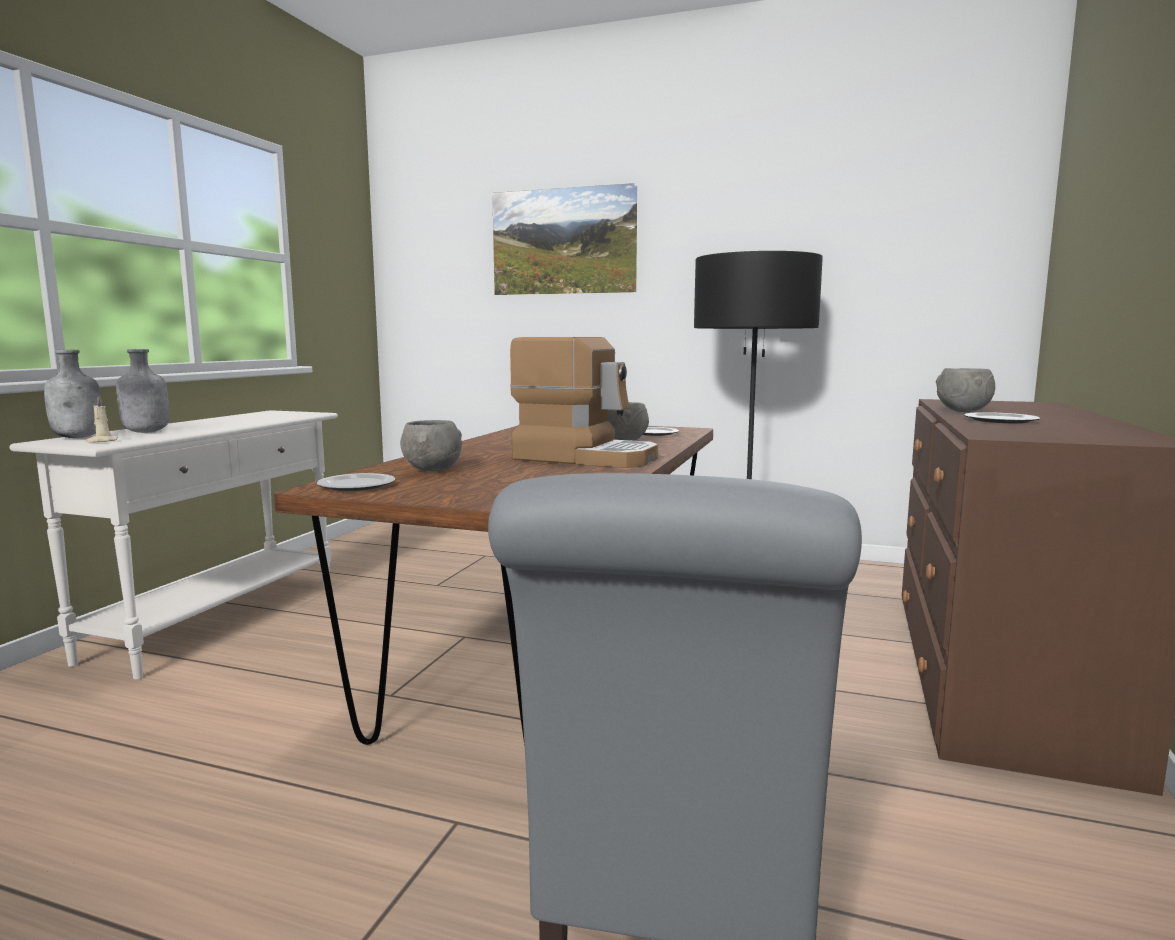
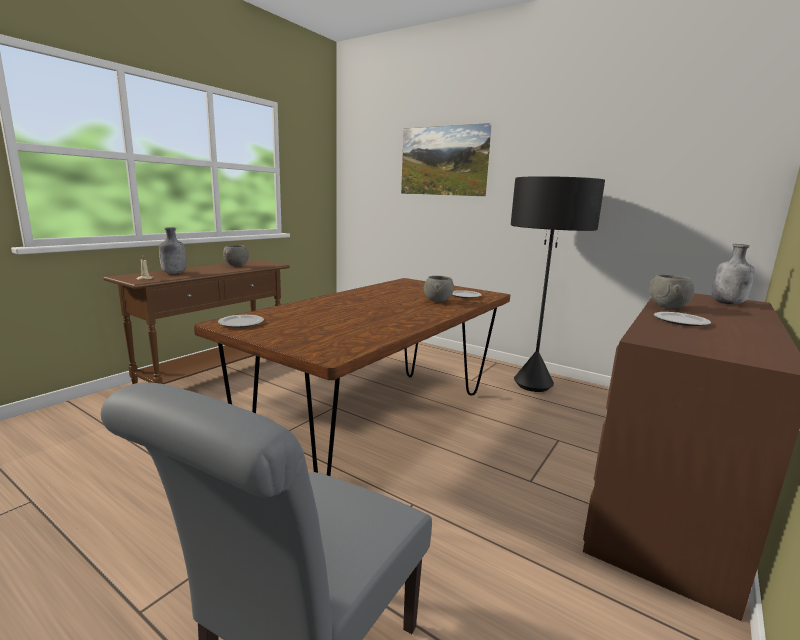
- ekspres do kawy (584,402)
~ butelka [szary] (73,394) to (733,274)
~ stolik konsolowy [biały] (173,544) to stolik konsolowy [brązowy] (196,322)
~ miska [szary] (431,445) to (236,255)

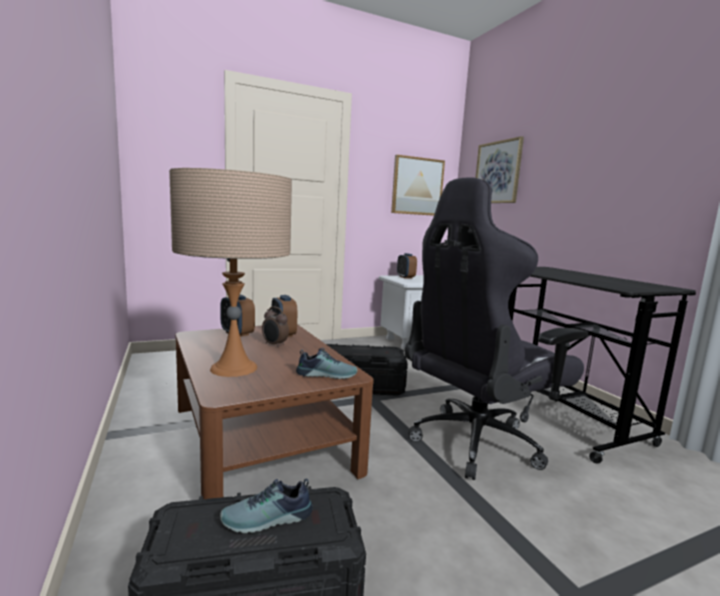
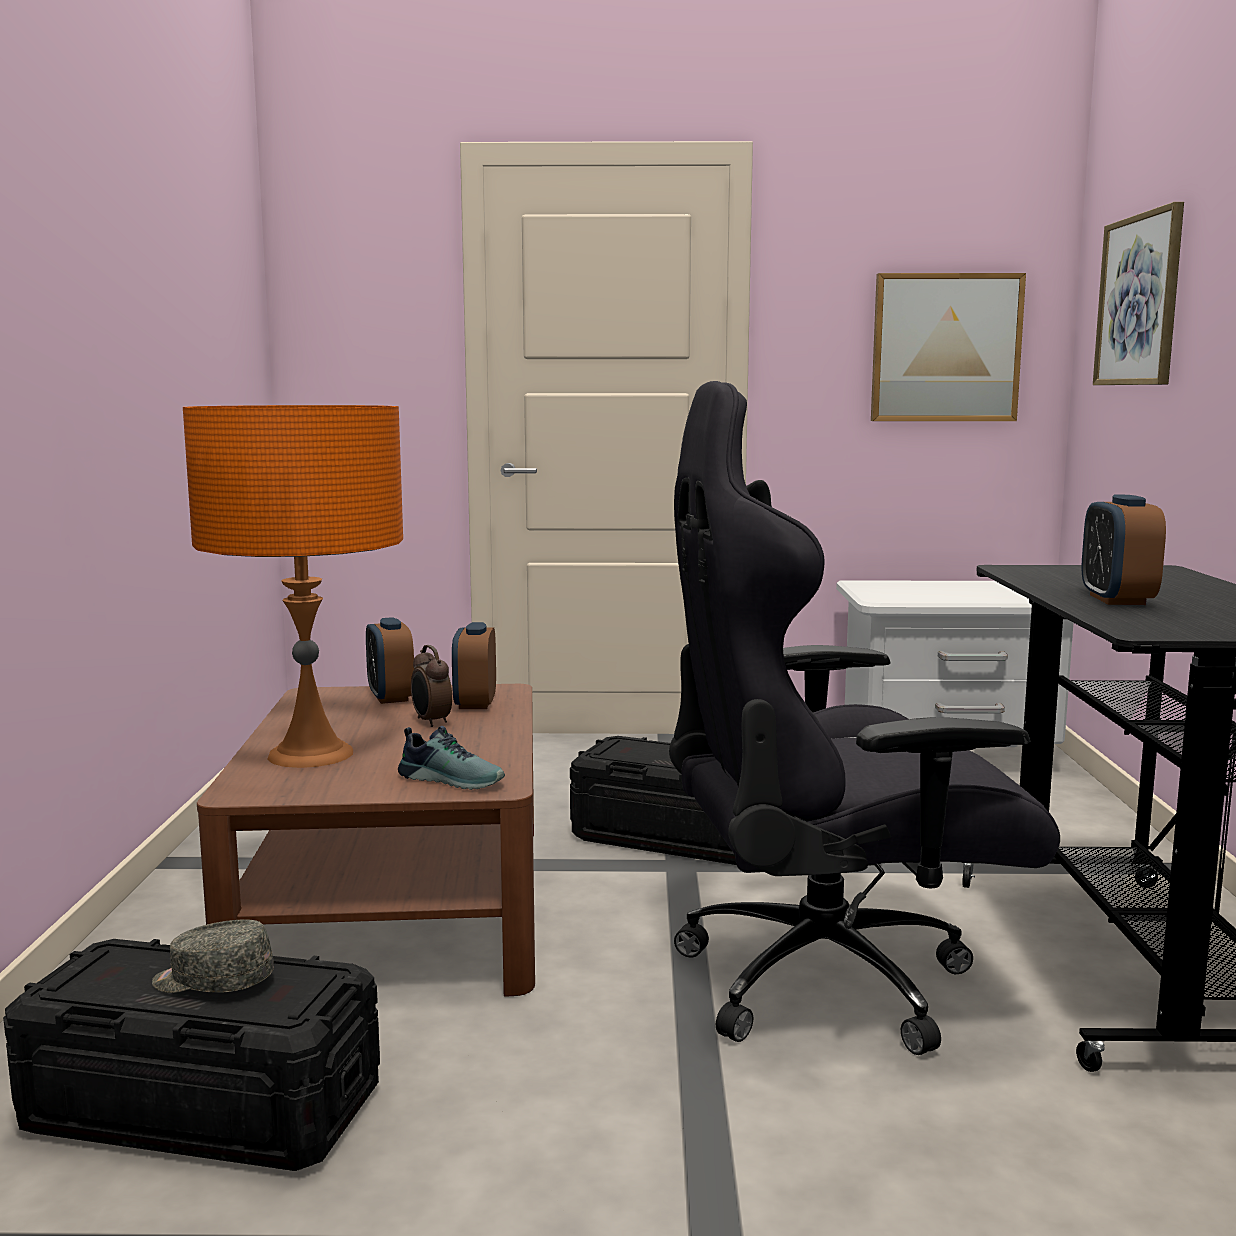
~ lampa stołowa [beżowy] (230,272) to lampa stołowa [pomarańczowy] (293,586)
~ budzik (407,265) to (1123,550)
~ but (266,505) to czapka z daszkiem [szary] (213,956)

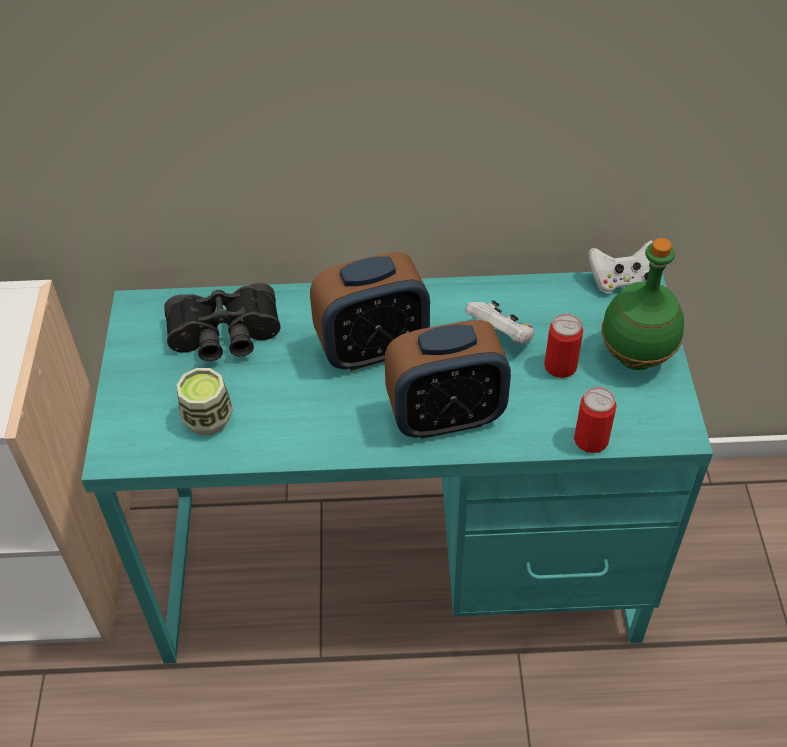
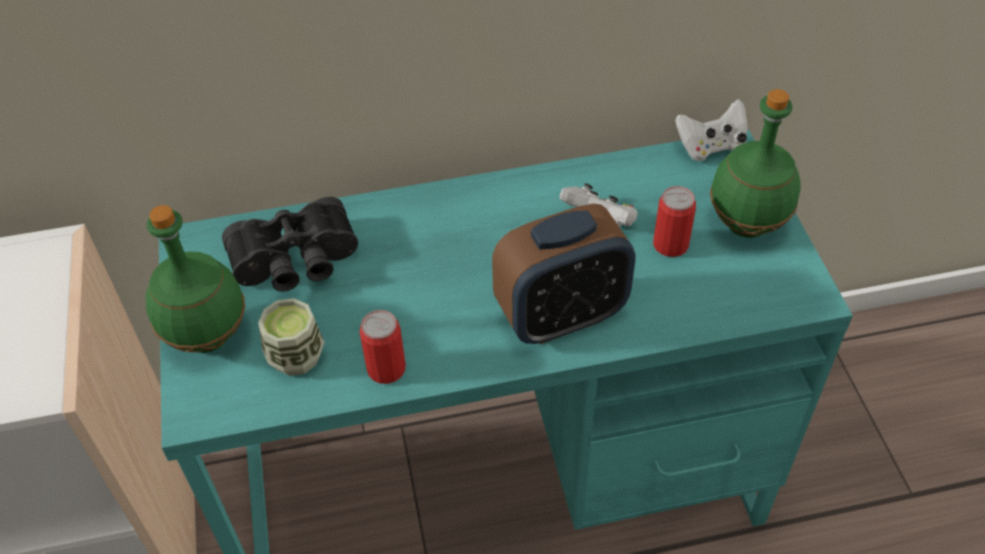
- budzik (370,311)
~ puszka (595,420) to (383,347)
+ butelka [zielony] (195,279)

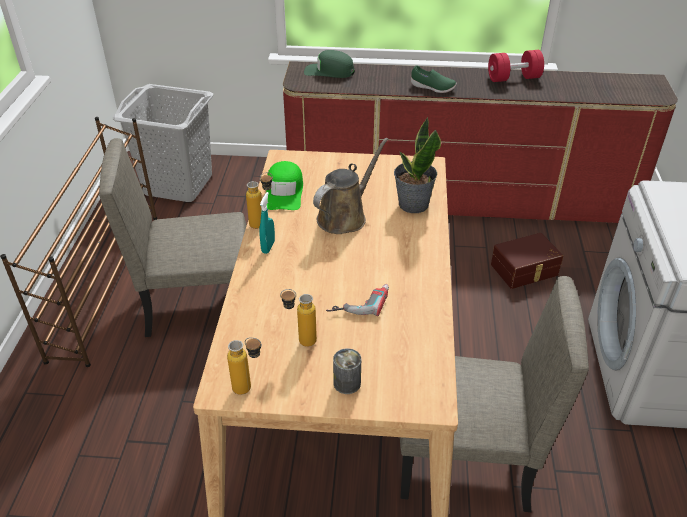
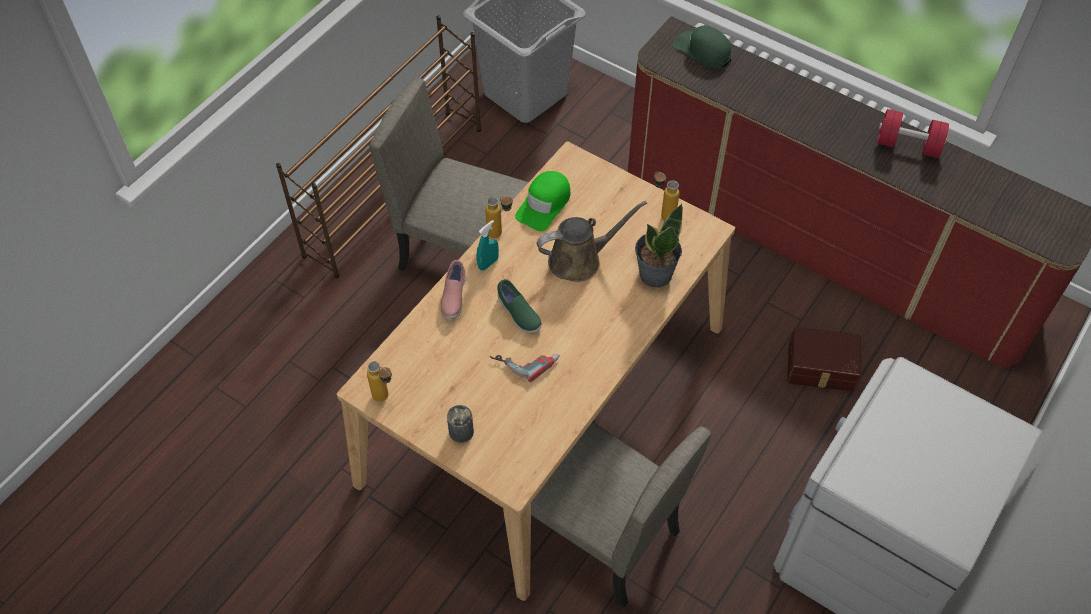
~ but [zielony] (434,79) to (520,306)
~ butelka (298,318) to (666,196)
+ but [różowy] (453,289)

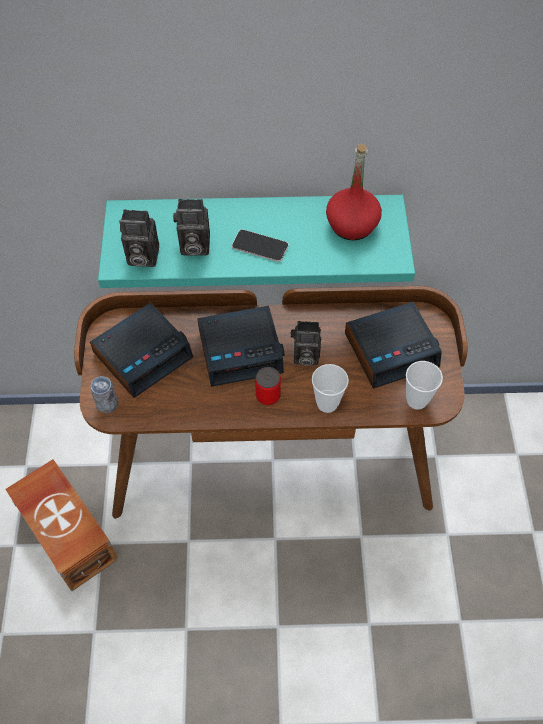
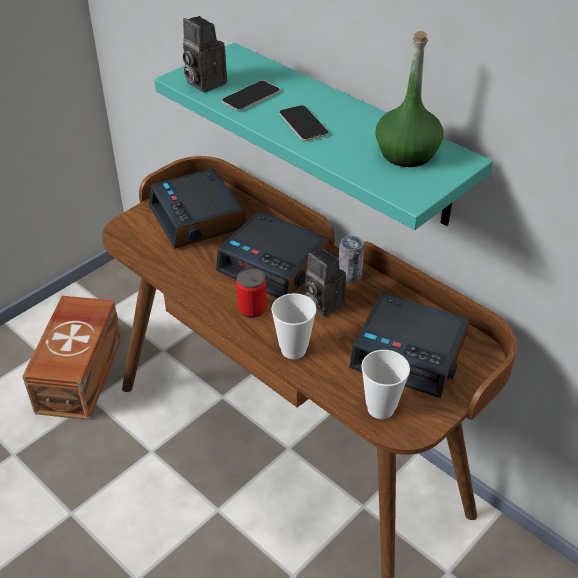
~ butelka [czerwony] (354,192) to butelka [zielony] (409,99)
~ aparat fotograficzny (191,227) to telefon (251,95)
~ budzik (141,350) = (197,209) 60 degrees clockwise
~ puszka (104,394) to (351,258)

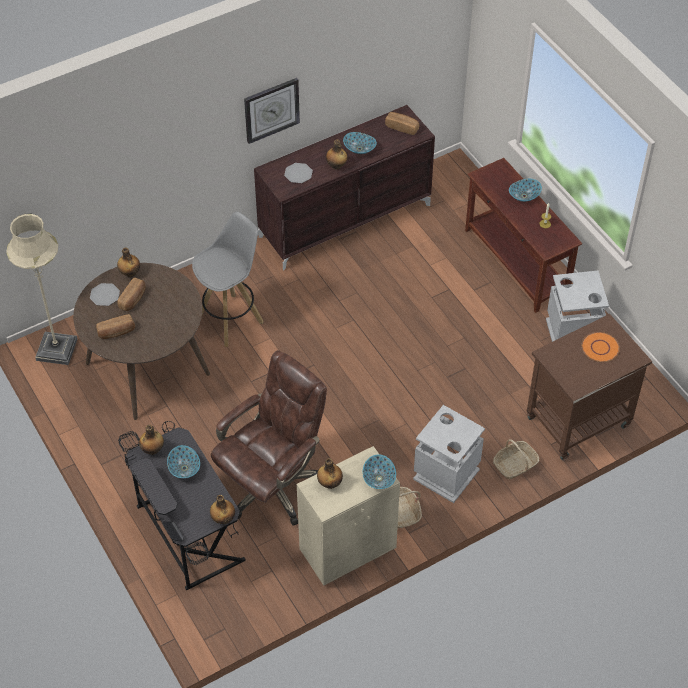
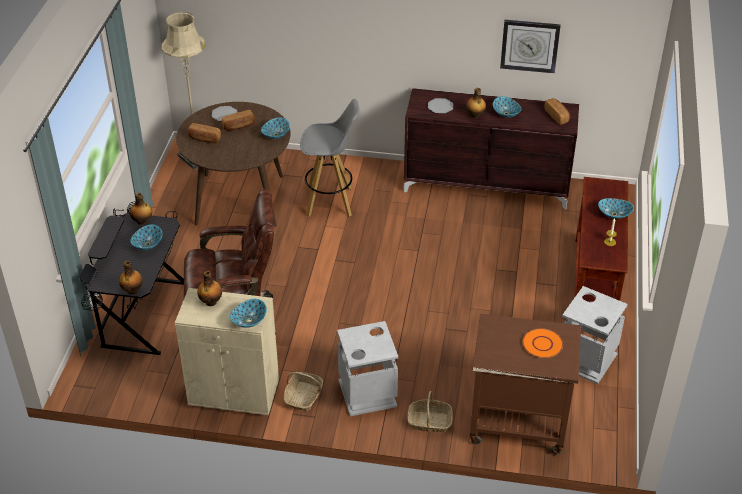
~ zegar ścienny (272,111) to (530,46)
- butelka (128,262)
+ miska (275,128)

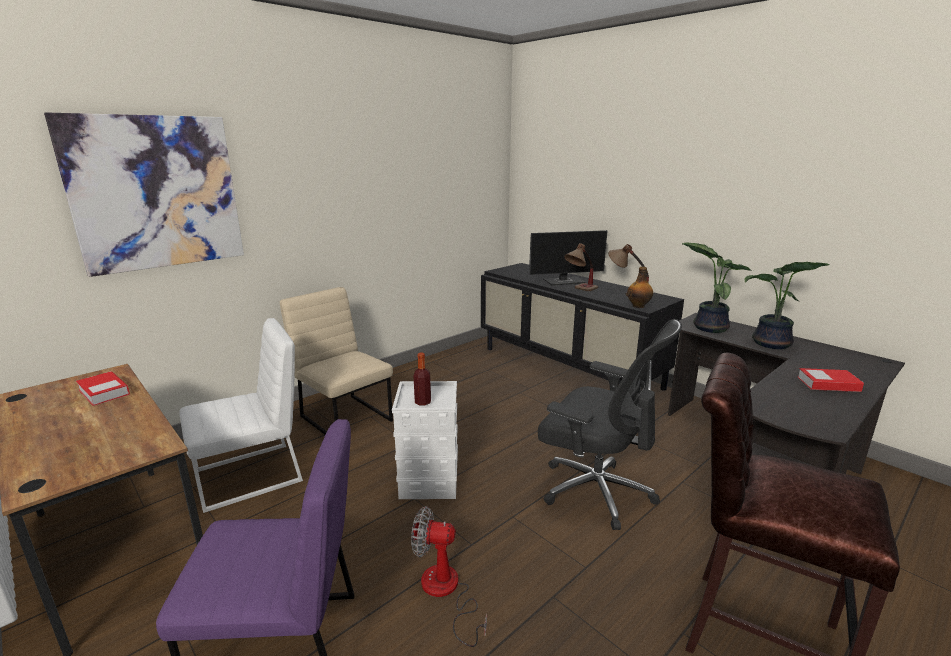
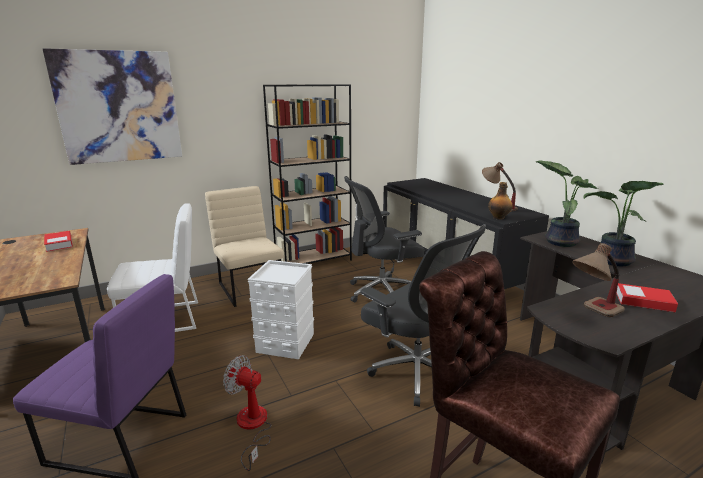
- monitor (568,257)
~ lampa stołowa (581,267) to (598,280)
- butelka (422,379)
+ regał [beżowy] (307,174)
+ krzesło biurowe (384,239)

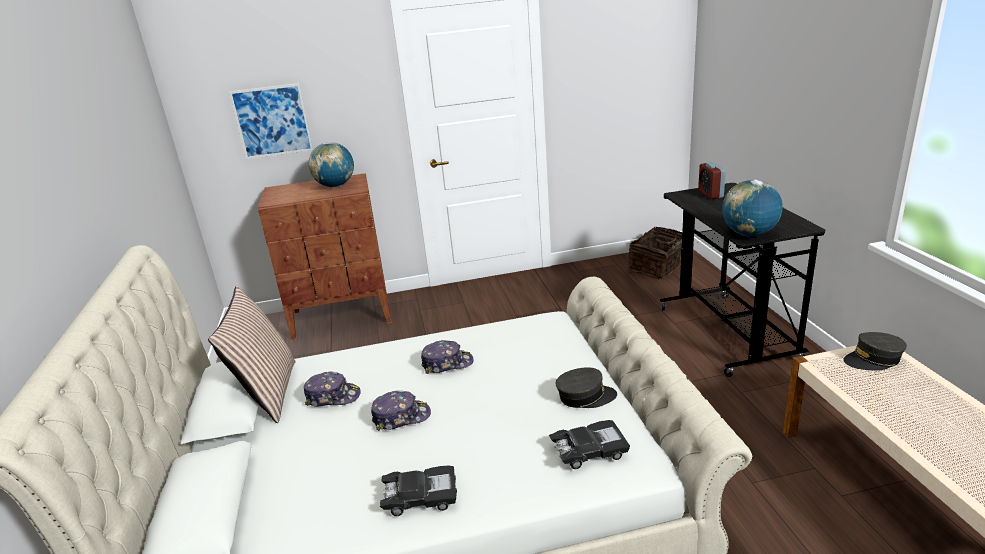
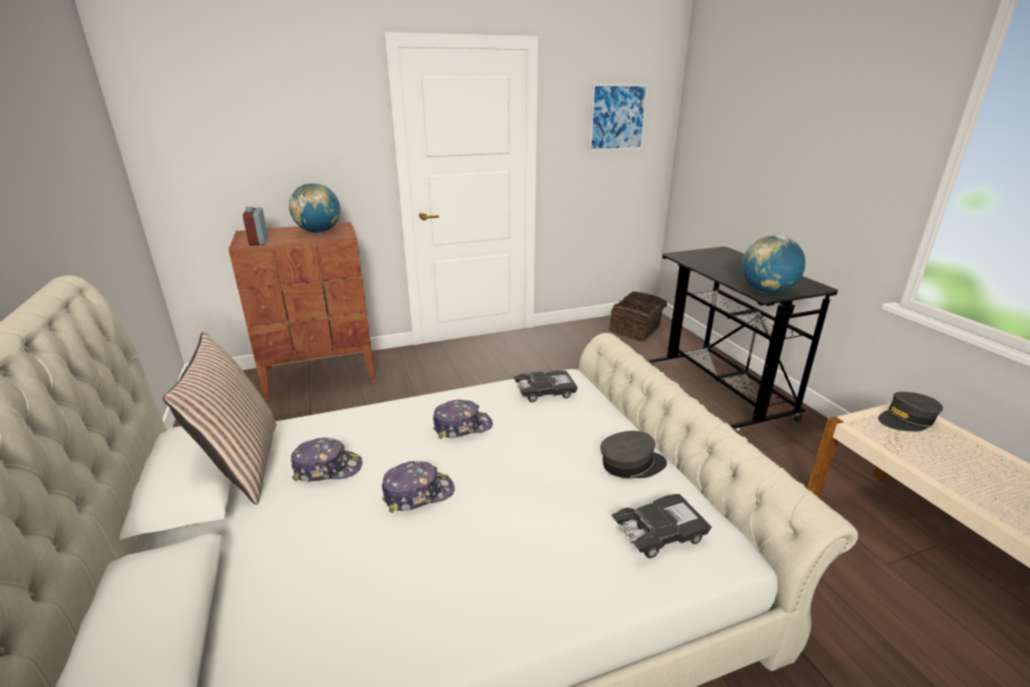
~ obraz (271,121) to (618,117)
~ budzik (712,180) to (255,226)
~ samochodzik [czarny] (418,491) to (545,386)

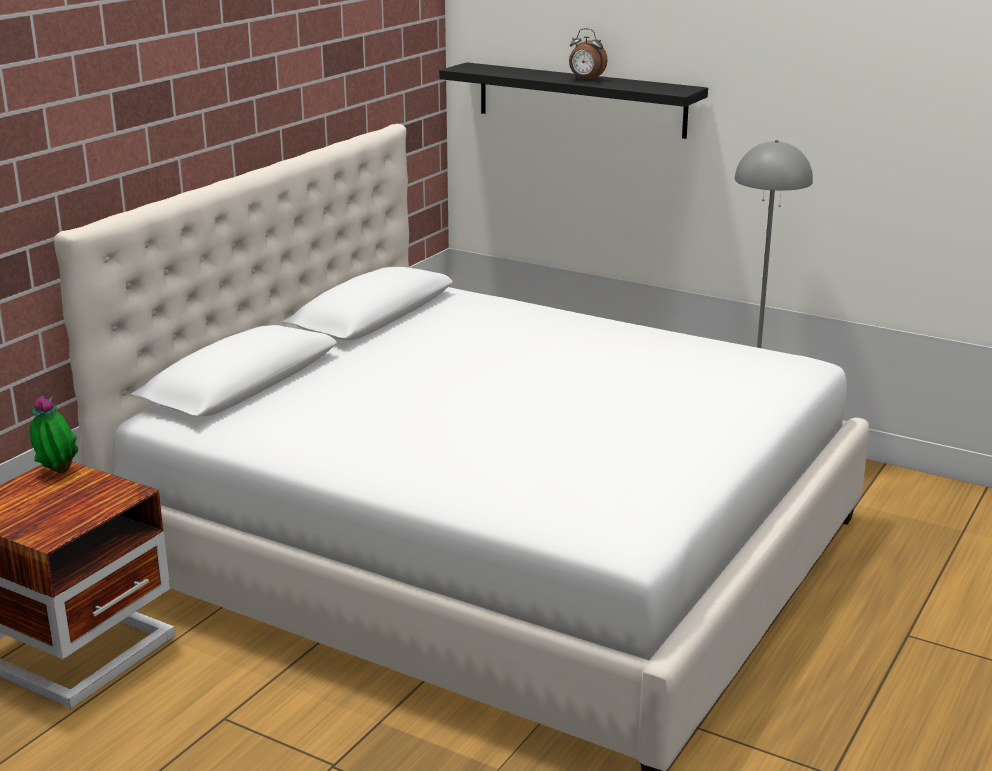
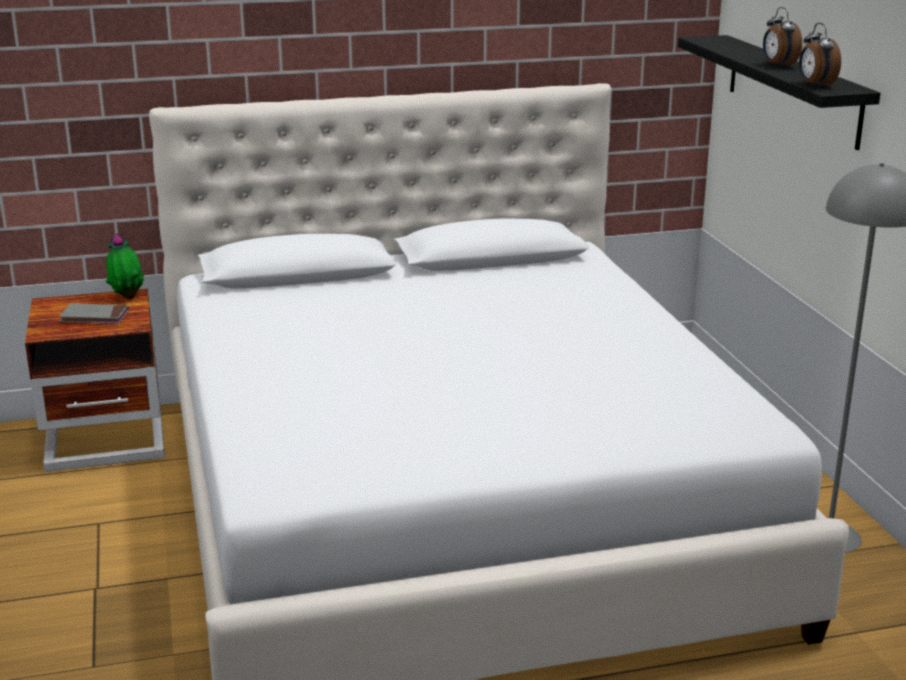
+ budzik (820,55)
+ książka [szary] (94,313)

